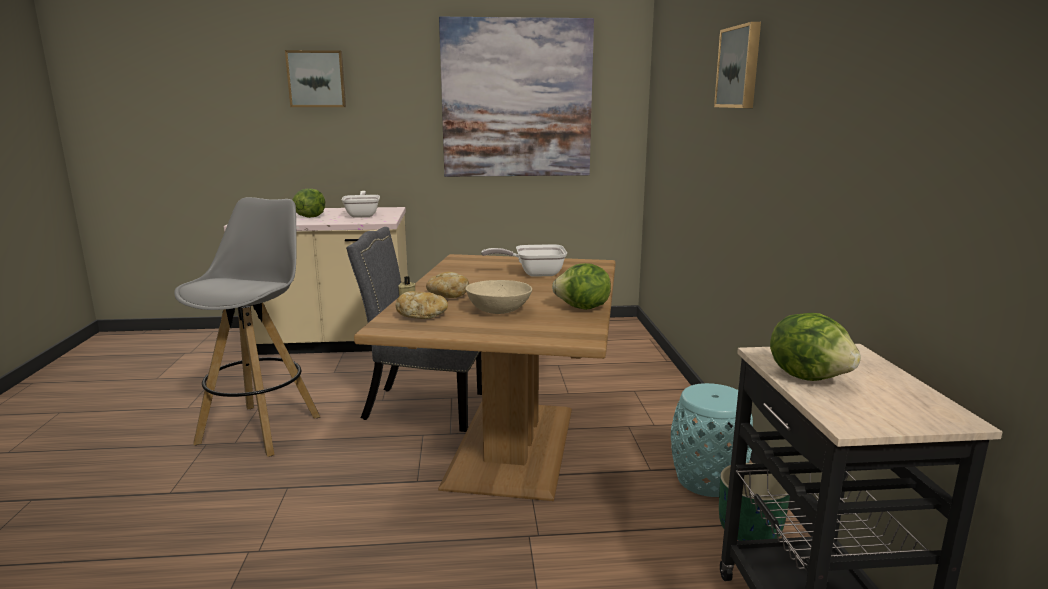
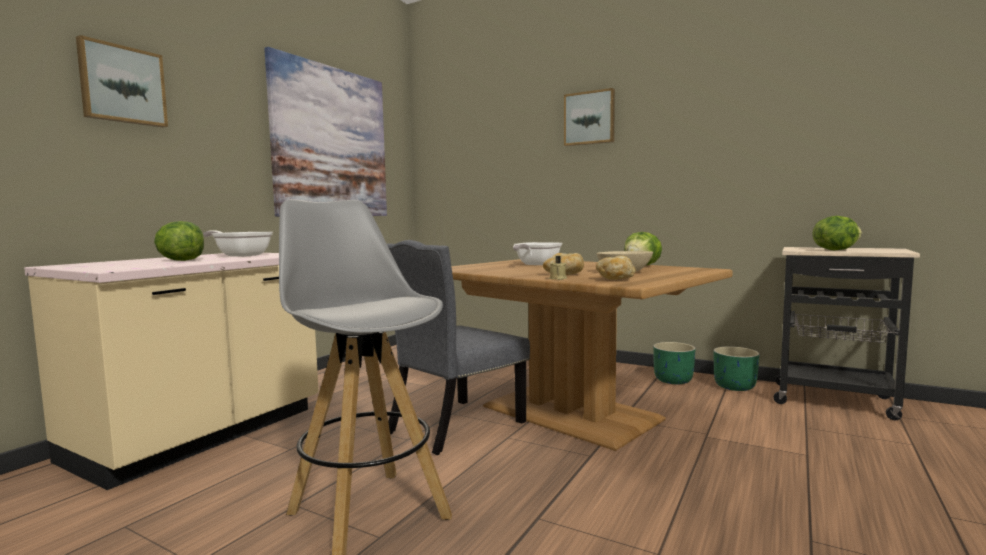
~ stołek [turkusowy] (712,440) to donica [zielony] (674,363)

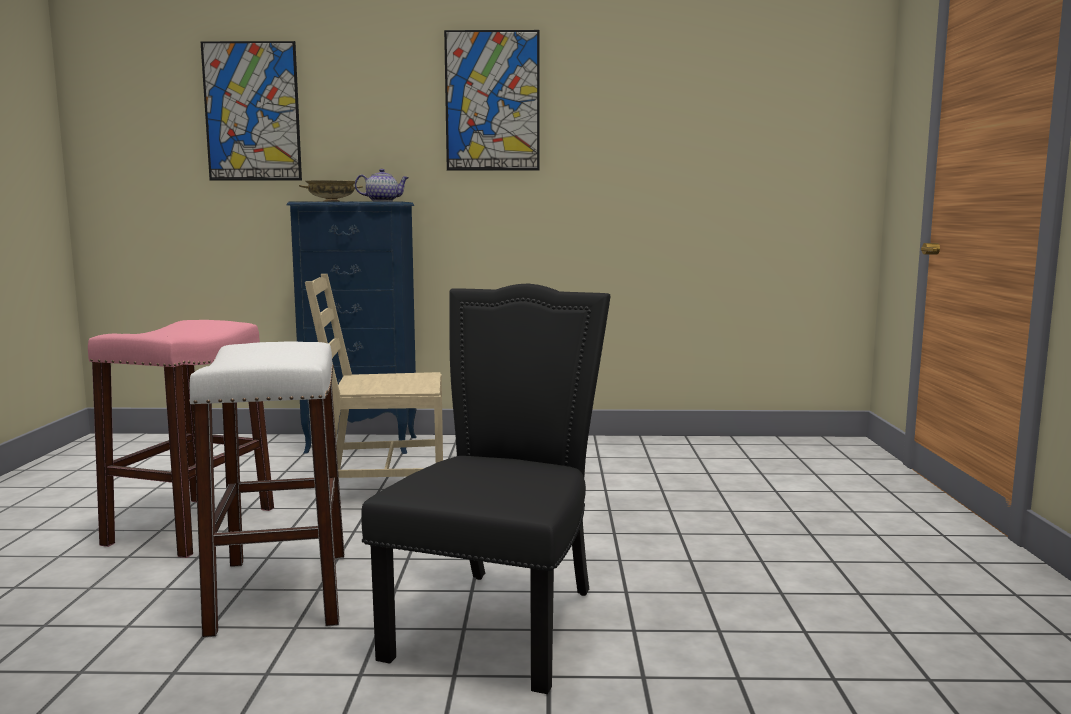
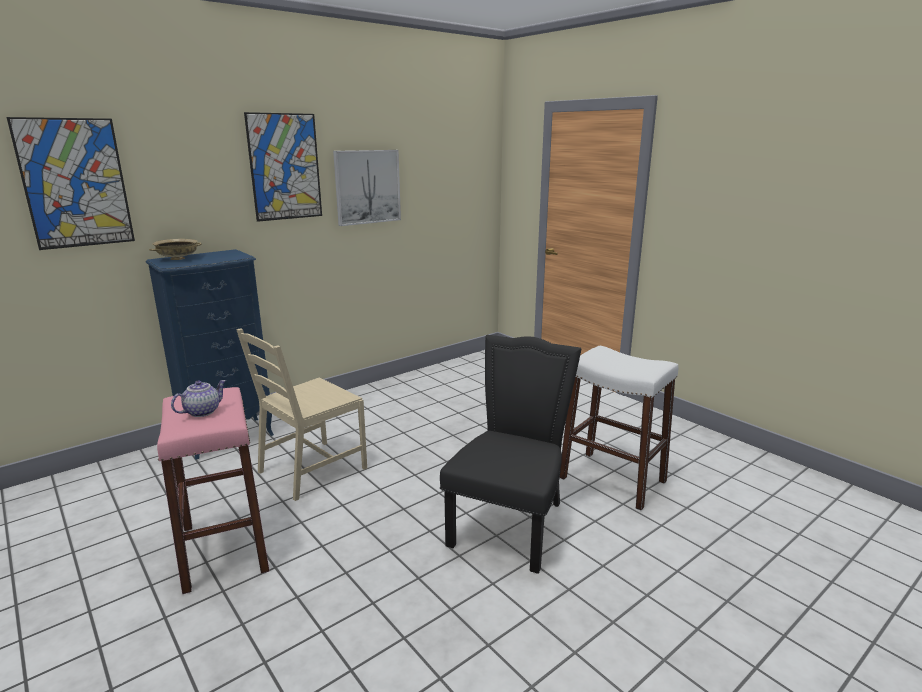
~ imbryk (382,185) to (198,398)
~ krzesło [czarny] (486,489) = (510,454) 45 degrees clockwise
~ stołek [biały] (266,490) to (619,428)
+ obraz (367,188)

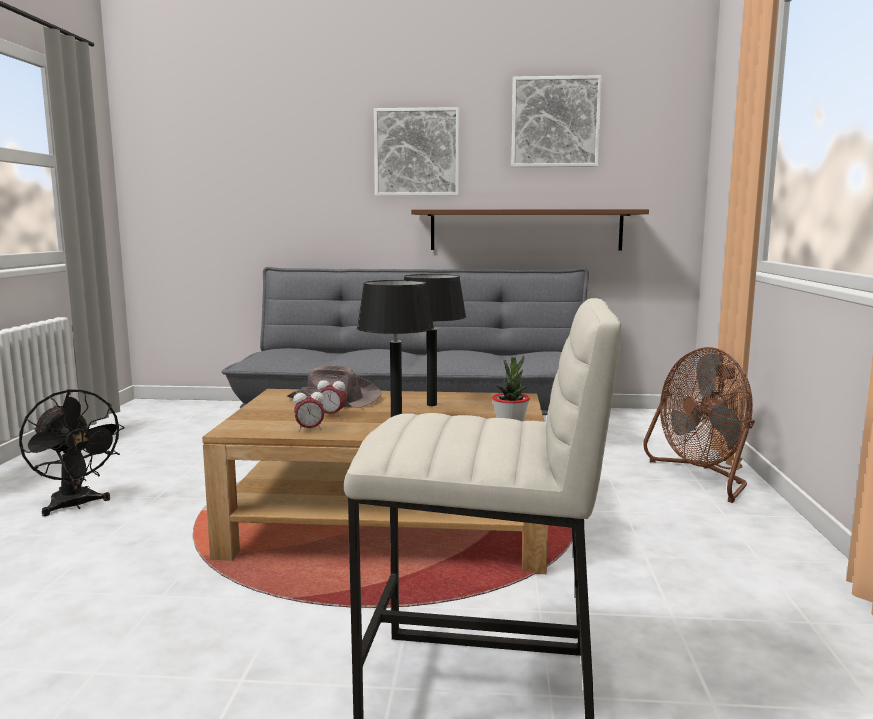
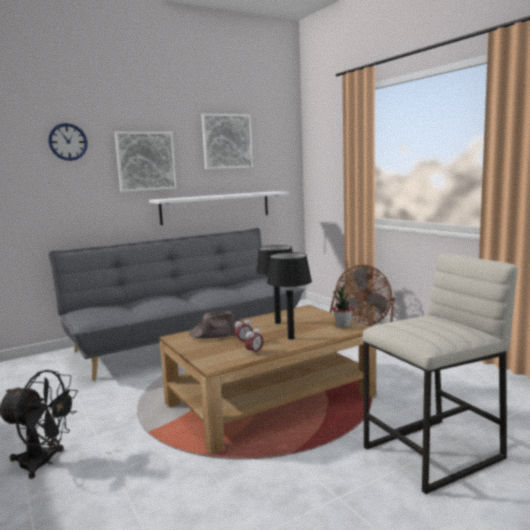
~ półka [brązowy] (530,230) to półka [biały] (219,208)
+ zegar ścienny (68,142)

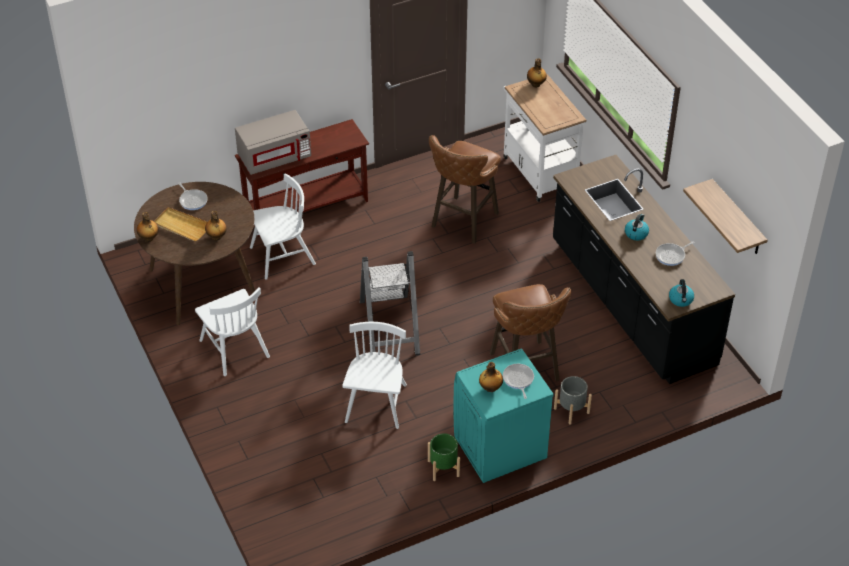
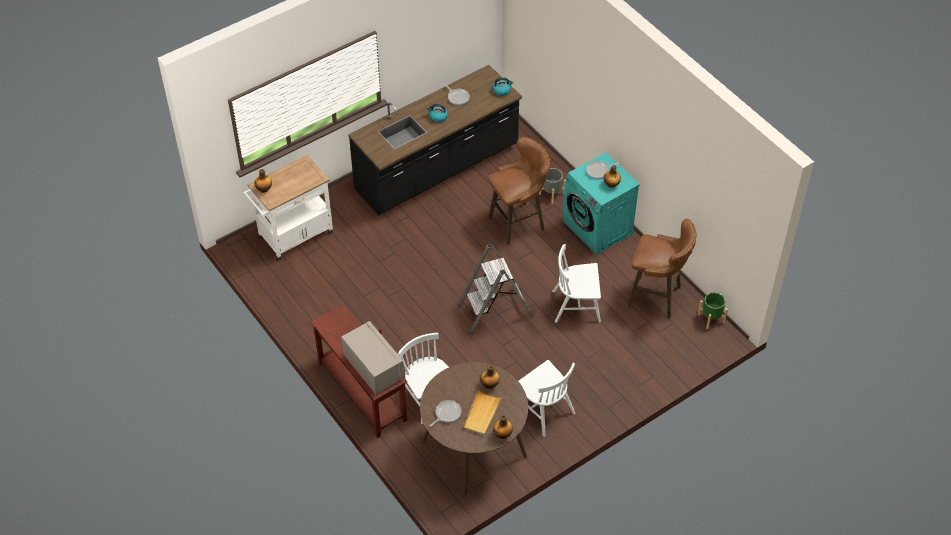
~ stołek [brązowy] (465,189) to (662,268)
- półka (725,216)
~ krzesło [biały] (232,332) = (546,398) 90 degrees clockwise
~ donica [zielony] (444,457) to (713,310)

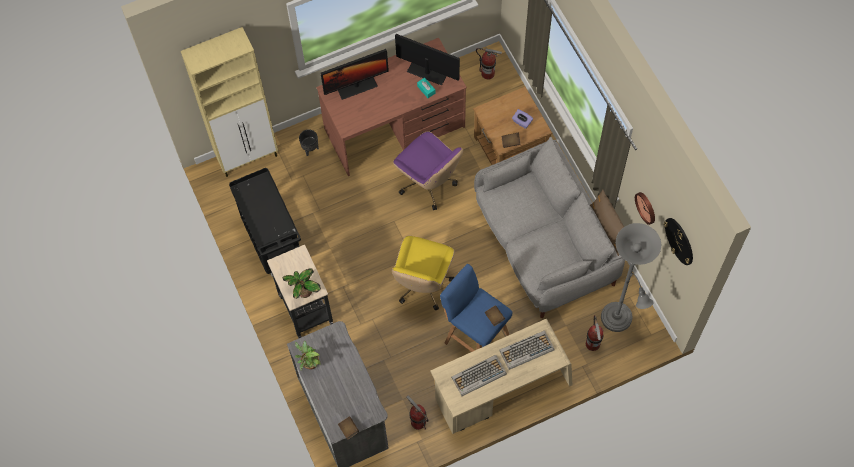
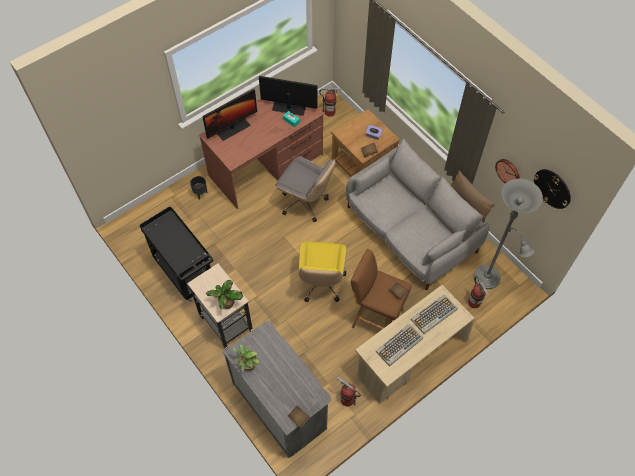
- szafka [beżowy] (229,102)
~ krzesło biurowe [fioletowy] (428,170) to krzesło biurowe [szary] (305,189)
~ stołek [niebieski] (476,308) to stołek [brązowy] (381,289)

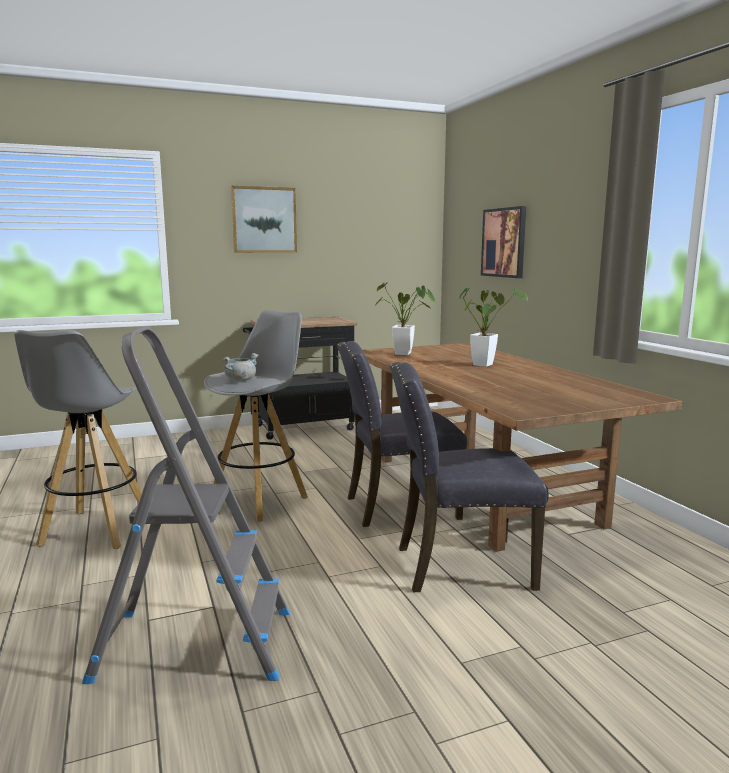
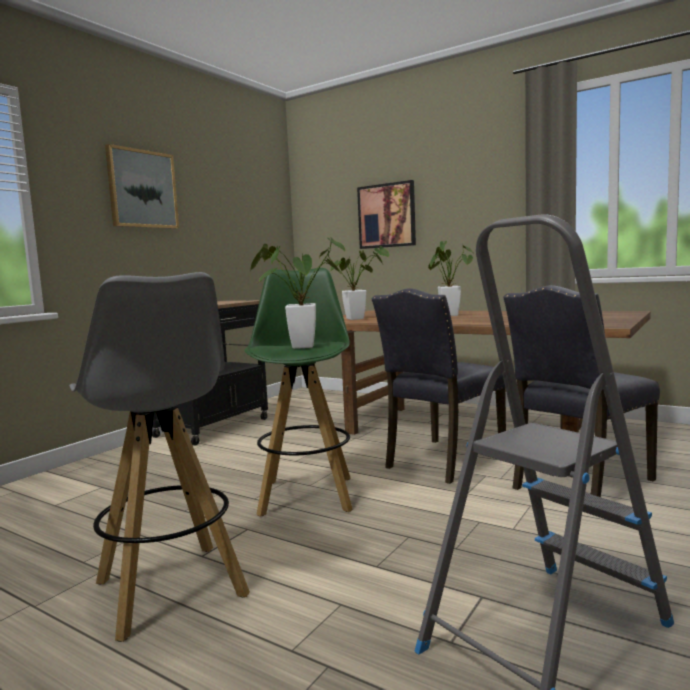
~ stołek [szary] (256,416) to stołek [zielony] (298,392)
~ garnek [szary] (240,367) to roślina doniczkowa (297,293)

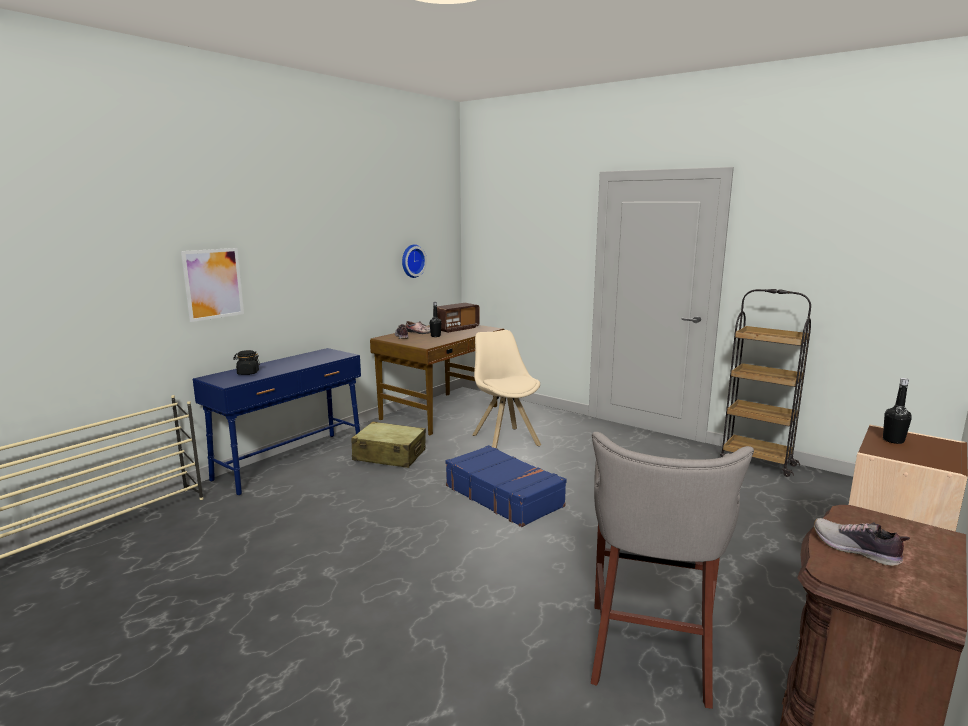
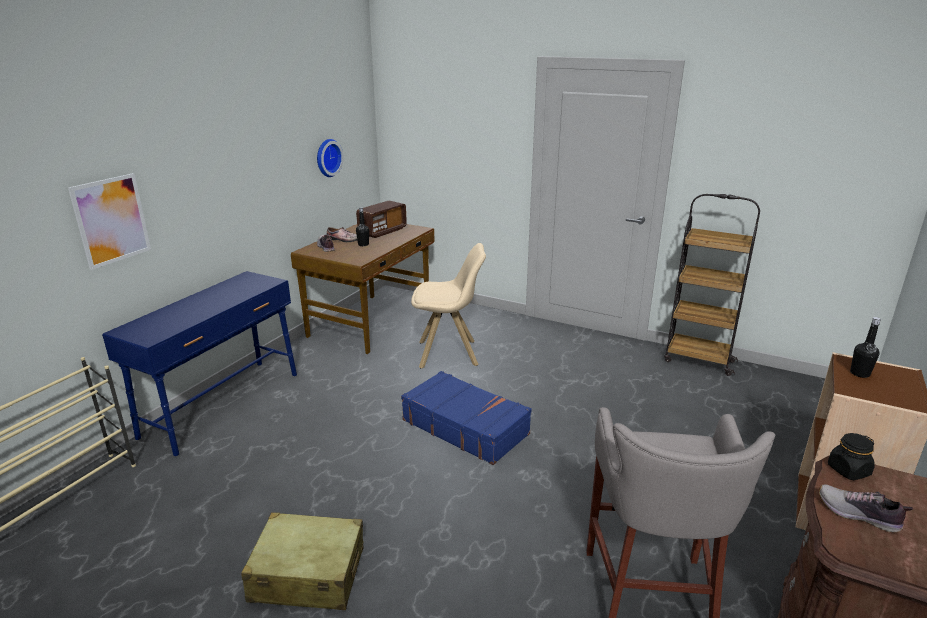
~ krzesło [beżowy] (507,389) = (448,305) 120 degrees clockwise
~ słoik [czarny] (246,362) to (851,456)
~ walizka [beżowy] (388,444) to (302,561)

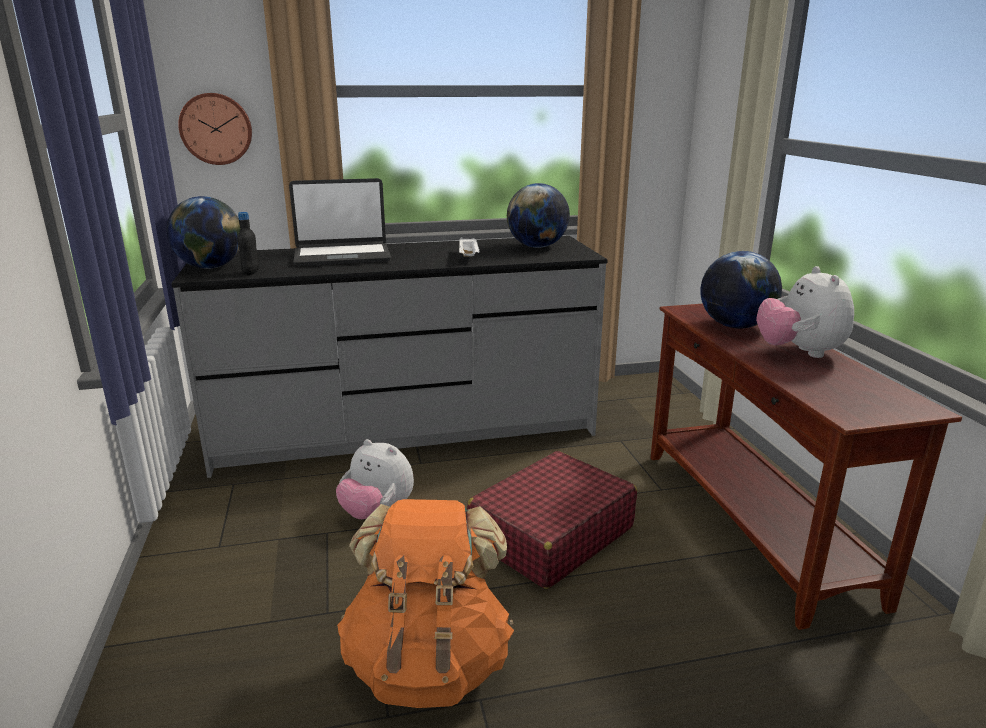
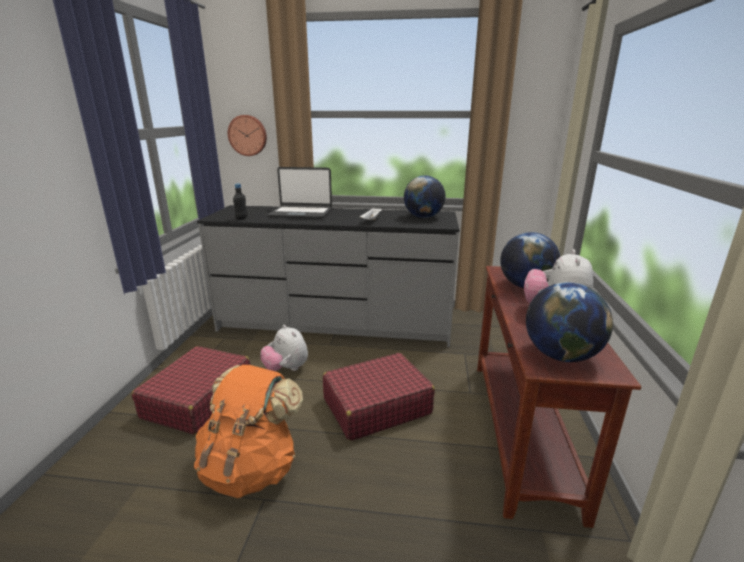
~ globus (203,232) to (569,322)
+ walizka [czerwony] (191,390)

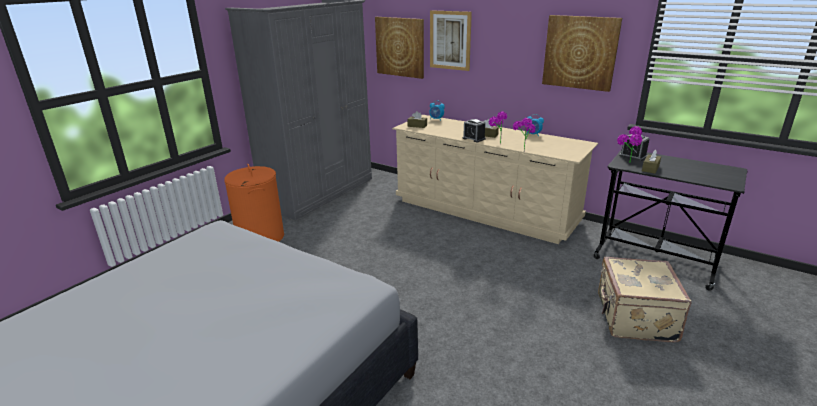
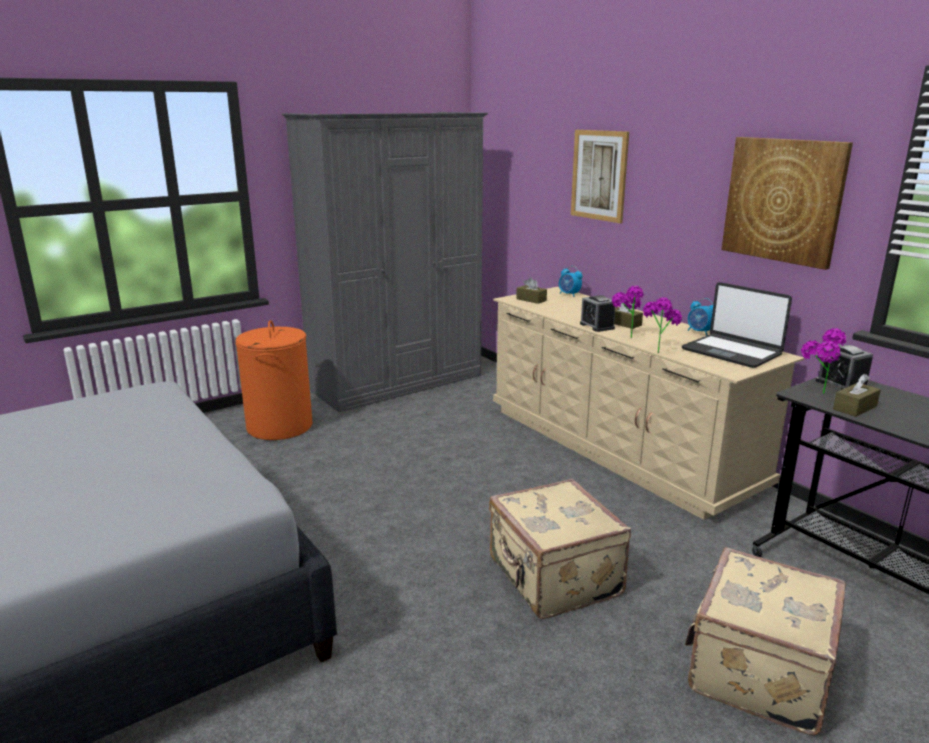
- obraz (399,48)
+ laptop (737,325)
+ walizka [beżowy] (560,549)

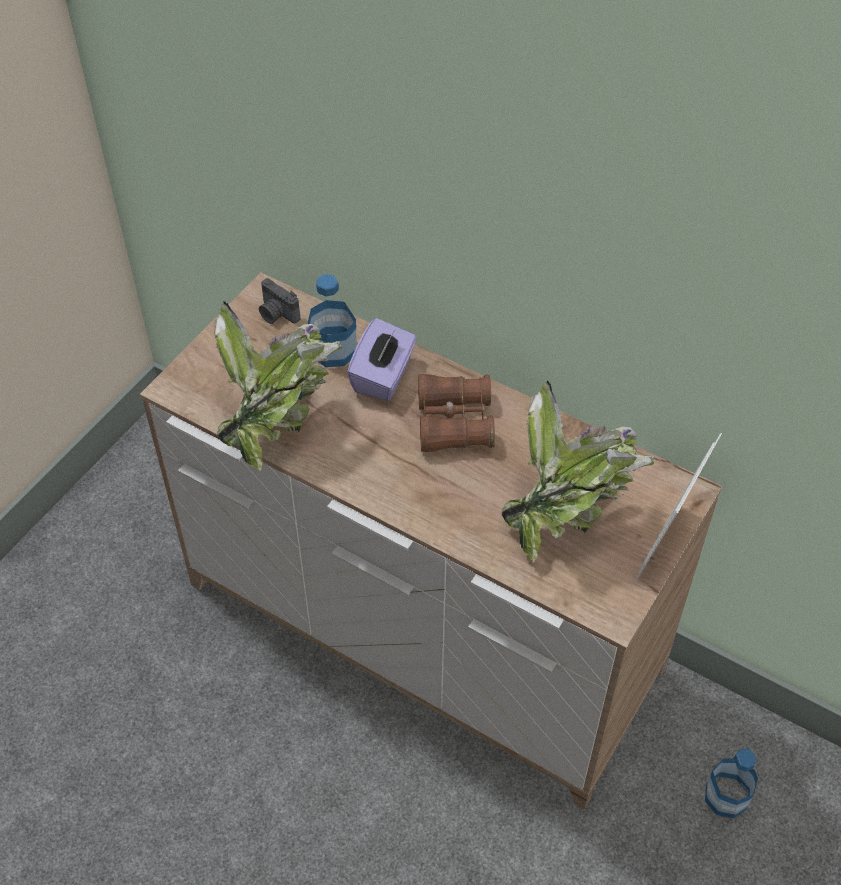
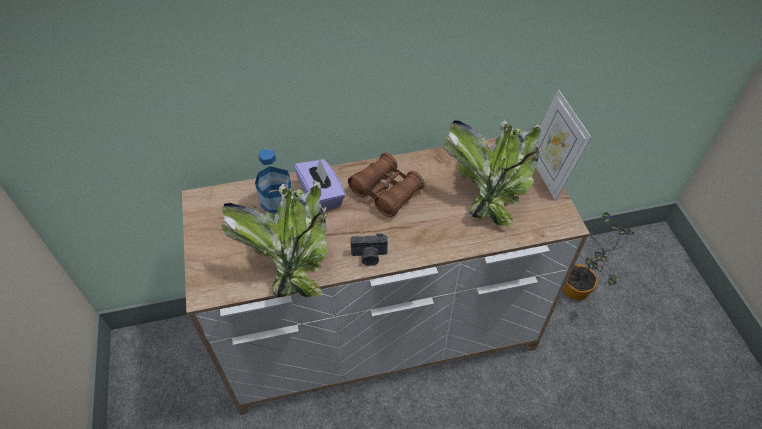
~ aparat fotograficzny (279,301) to (369,249)
~ butelka (731,783) to roślina doniczkowa (599,256)

